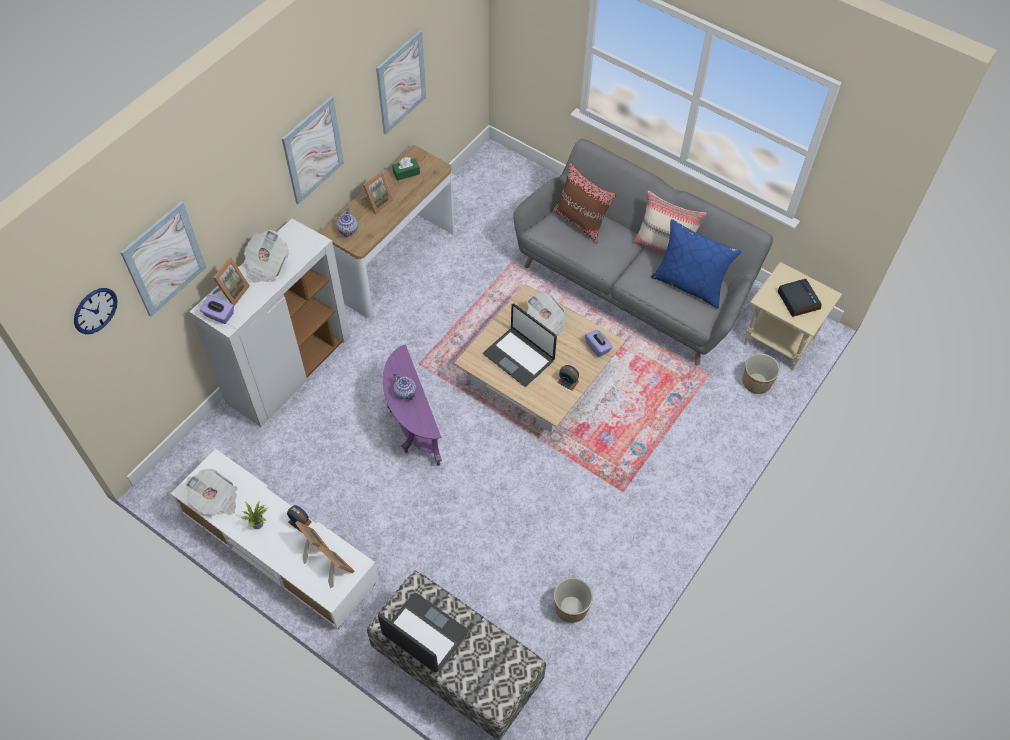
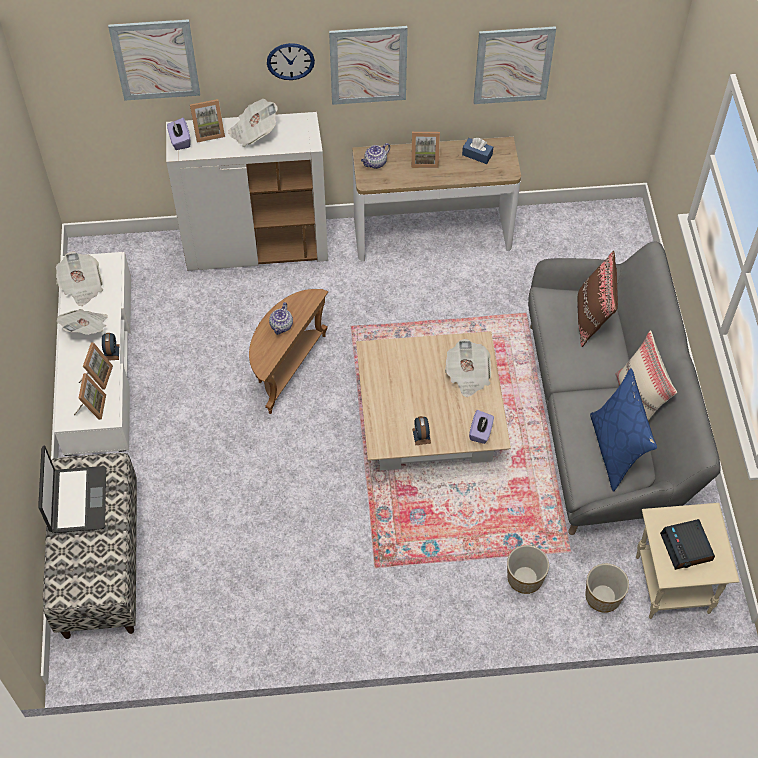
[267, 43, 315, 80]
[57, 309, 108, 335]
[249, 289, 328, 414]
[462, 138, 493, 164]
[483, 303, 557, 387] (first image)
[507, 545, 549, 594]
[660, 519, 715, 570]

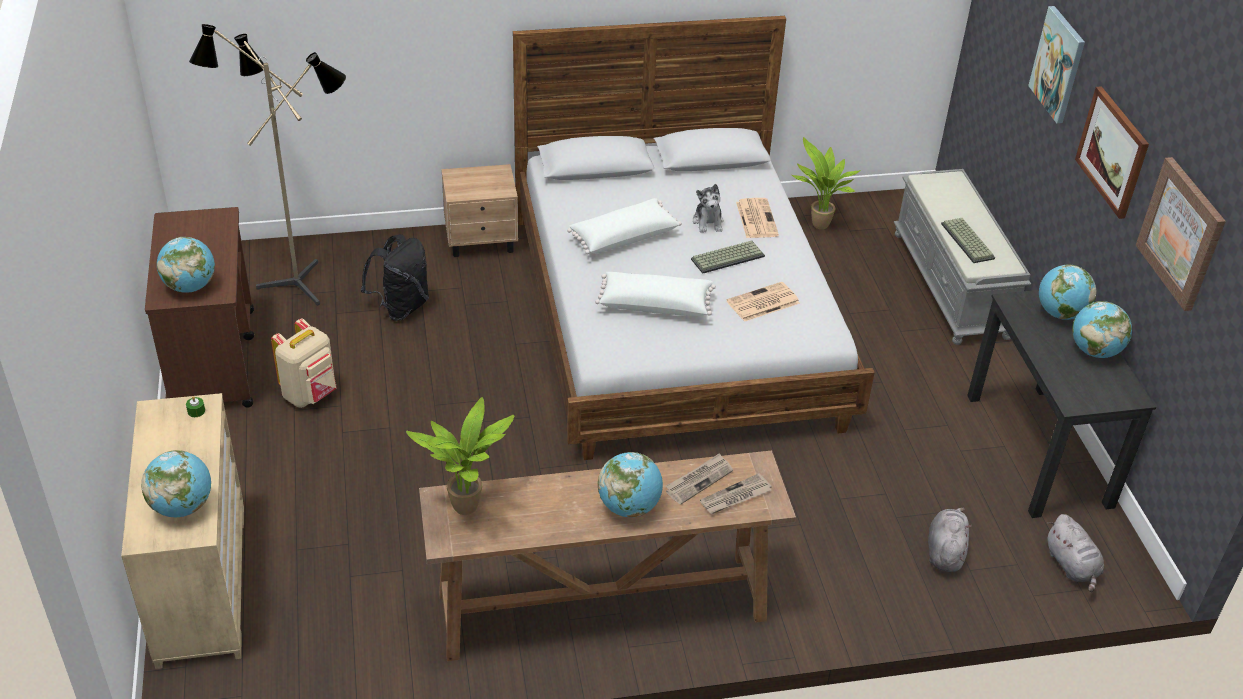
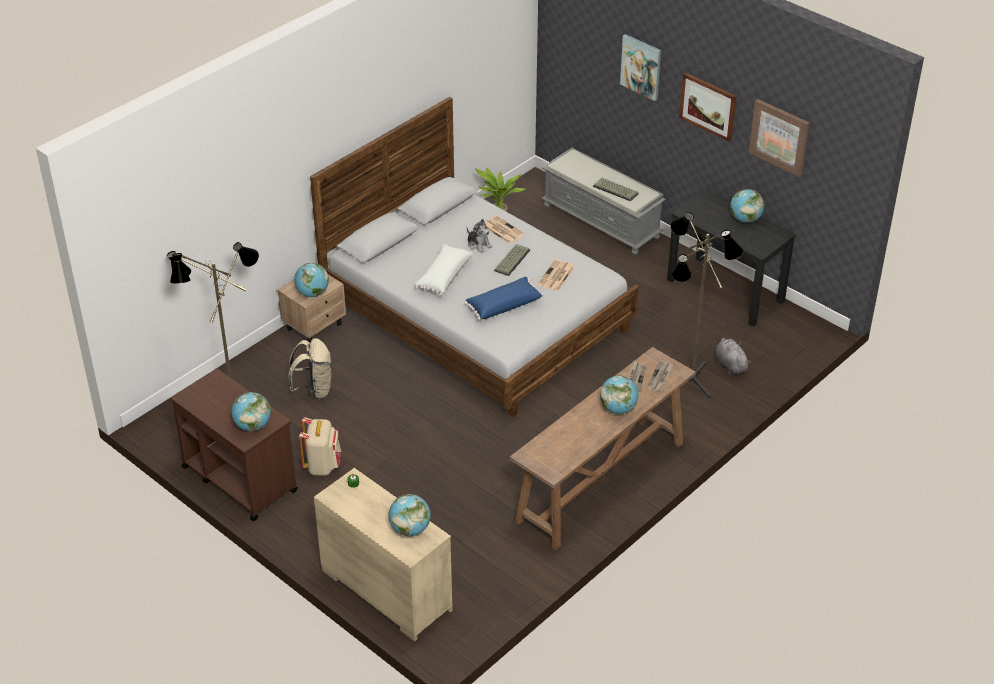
[289, 338, 332, 400]
[406, 397, 514, 515] (first image)
[464, 277, 544, 320]
[294, 263, 329, 297]
[1047, 514, 1104, 592] (first image)
[670, 212, 744, 398]

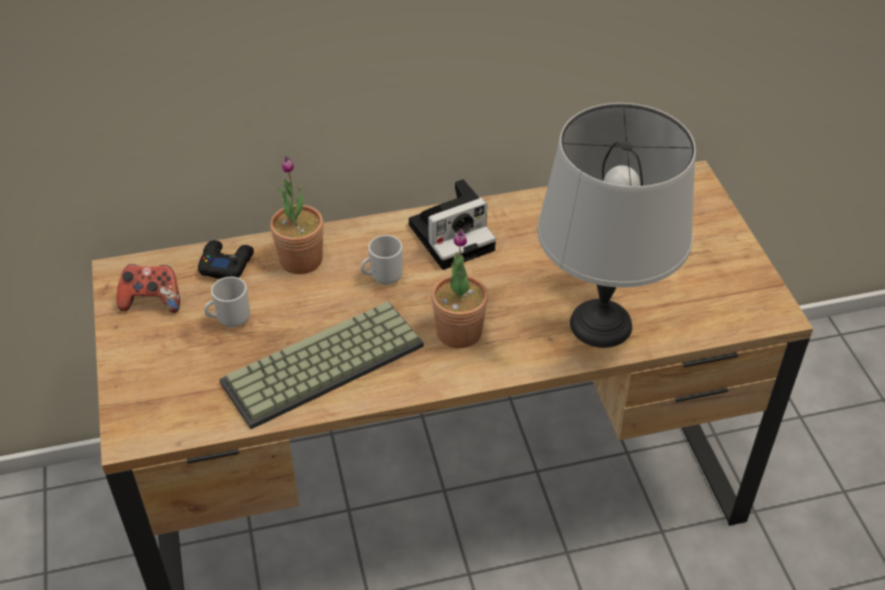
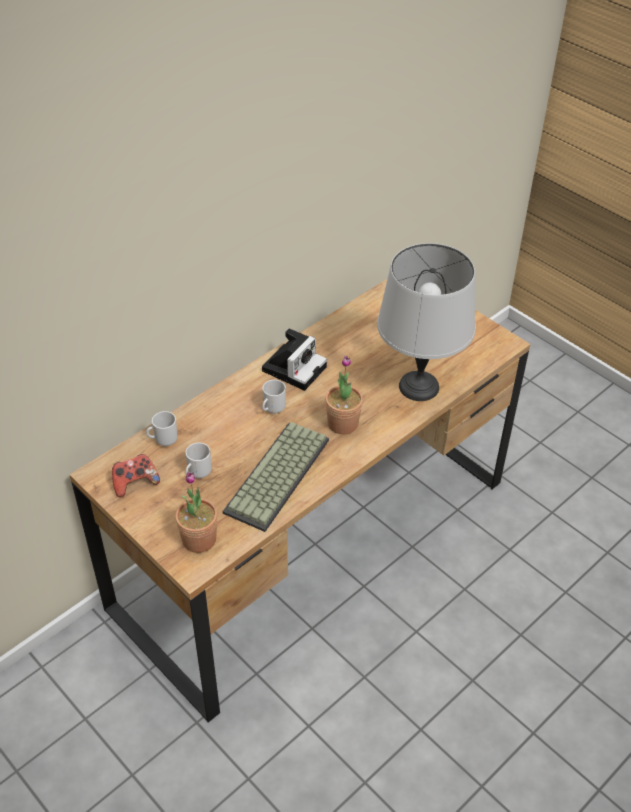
[146, 411, 178, 446]
[175, 472, 218, 553]

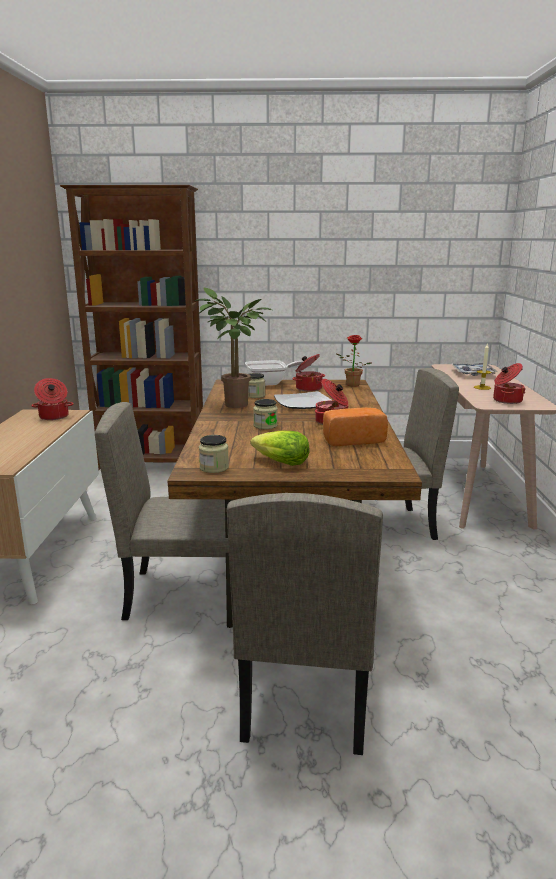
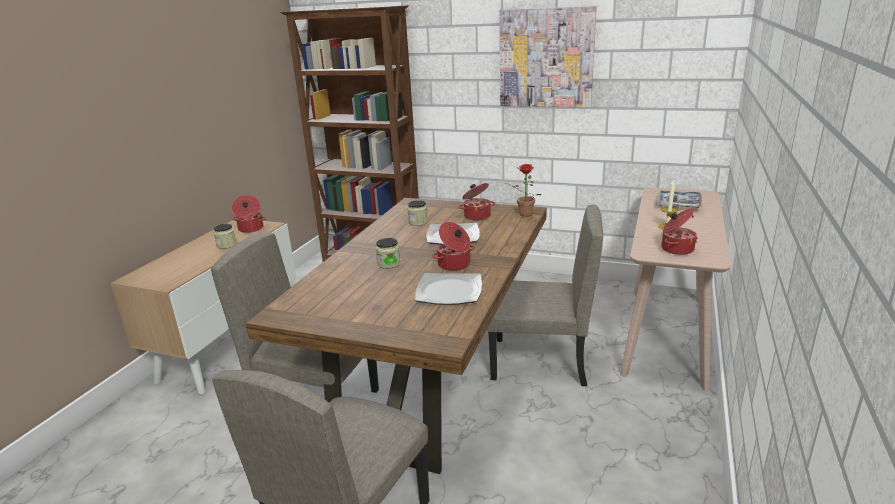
[194, 288, 272, 408] (first image)
[214, 224, 236, 249]
[245, 360, 312, 386] (first image)
[250, 431, 309, 466] (first image)
[415, 273, 482, 305]
[499, 6, 597, 107]

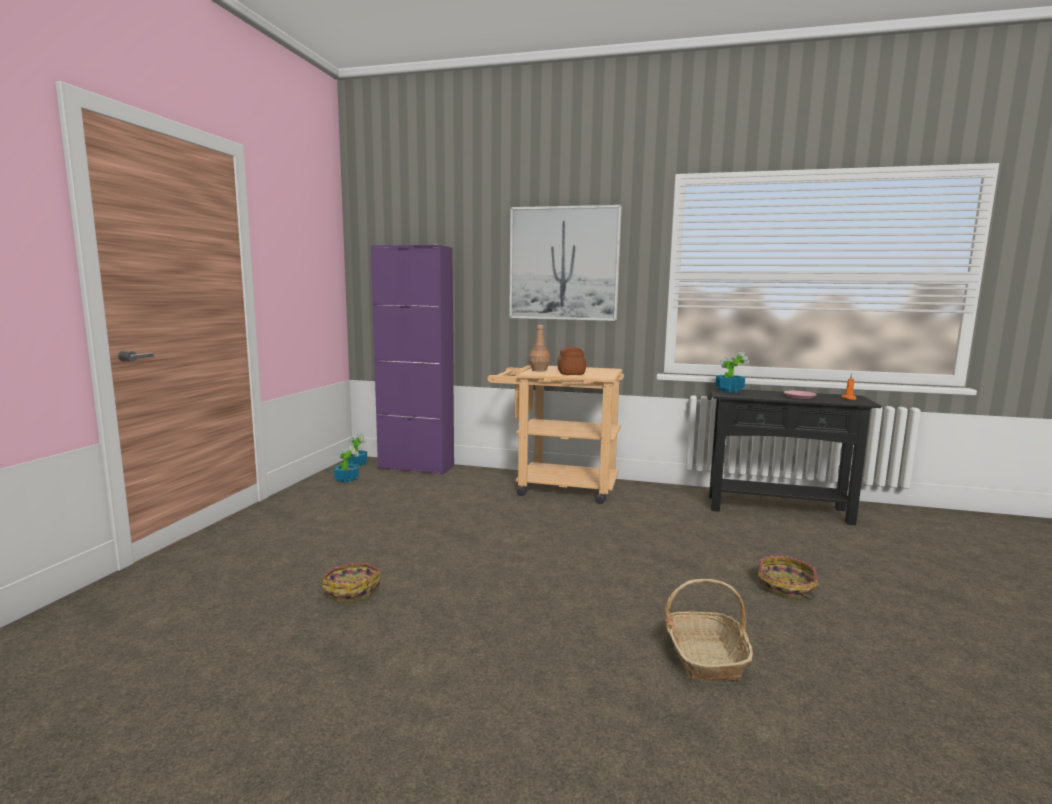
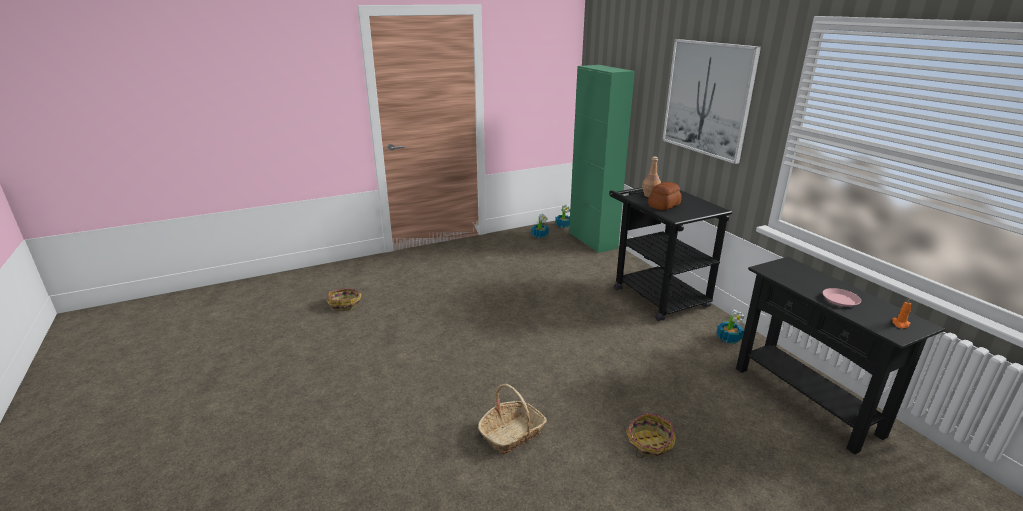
[327, 288, 361, 311]
[569, 65, 635, 253]
[609, 187, 732, 321]
[716, 310, 744, 344]

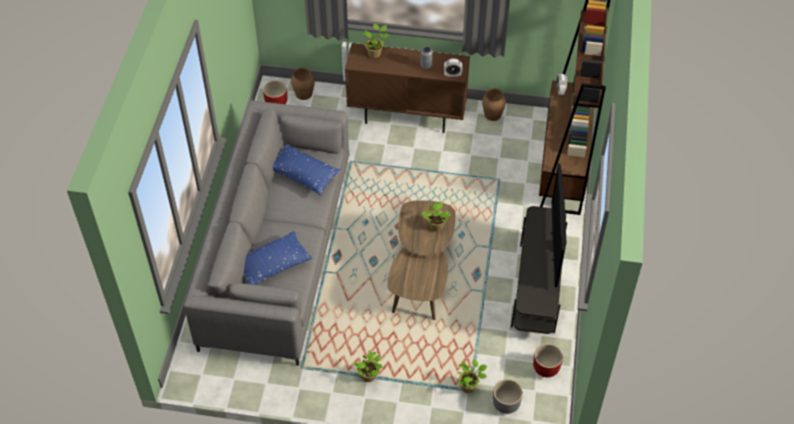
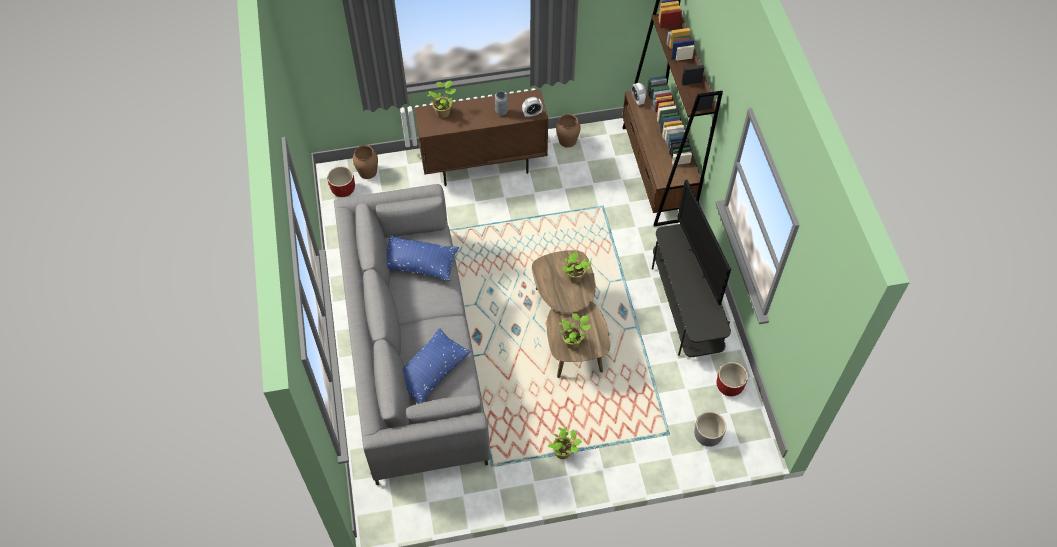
[559, 313, 591, 349]

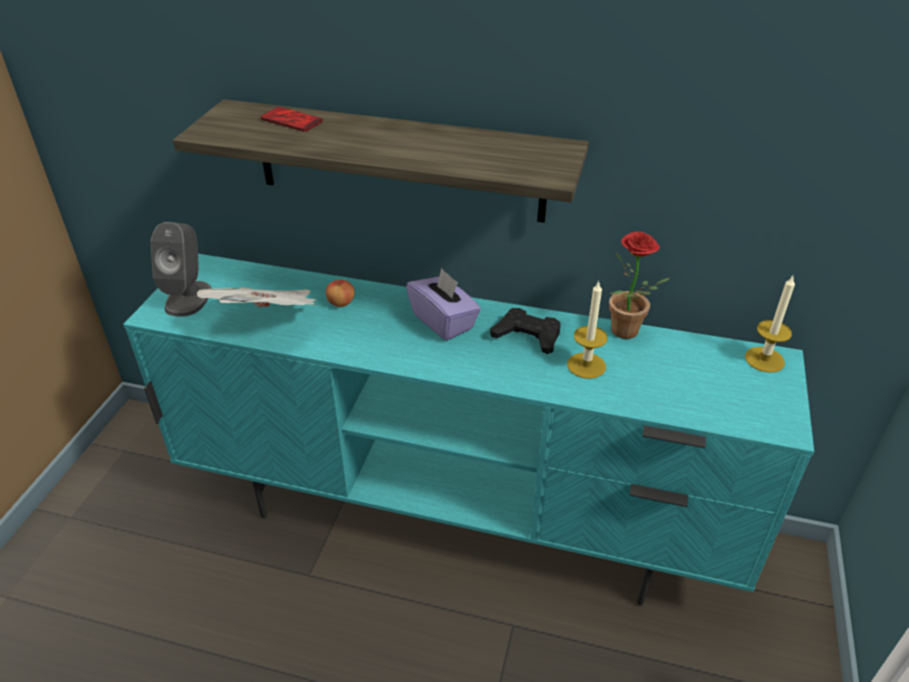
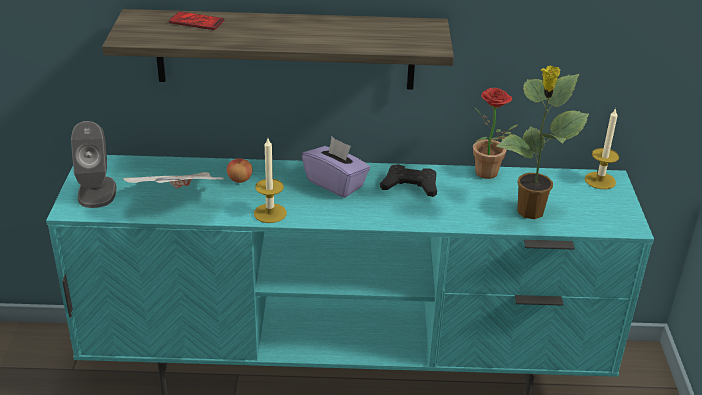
[254, 138, 287, 223]
[496, 66, 589, 219]

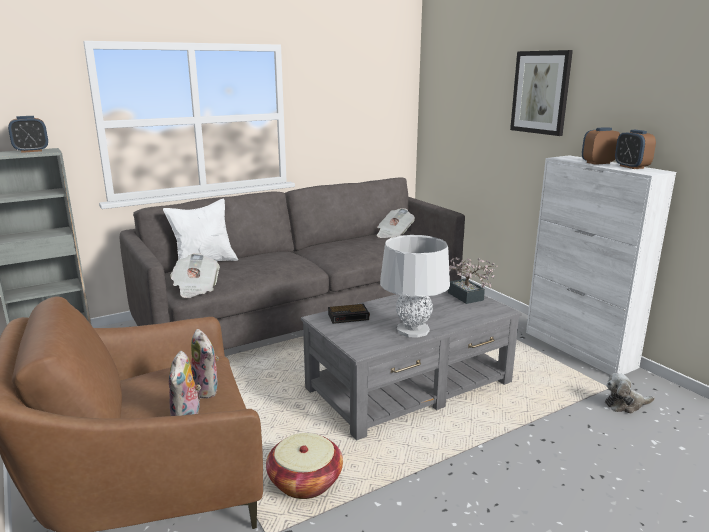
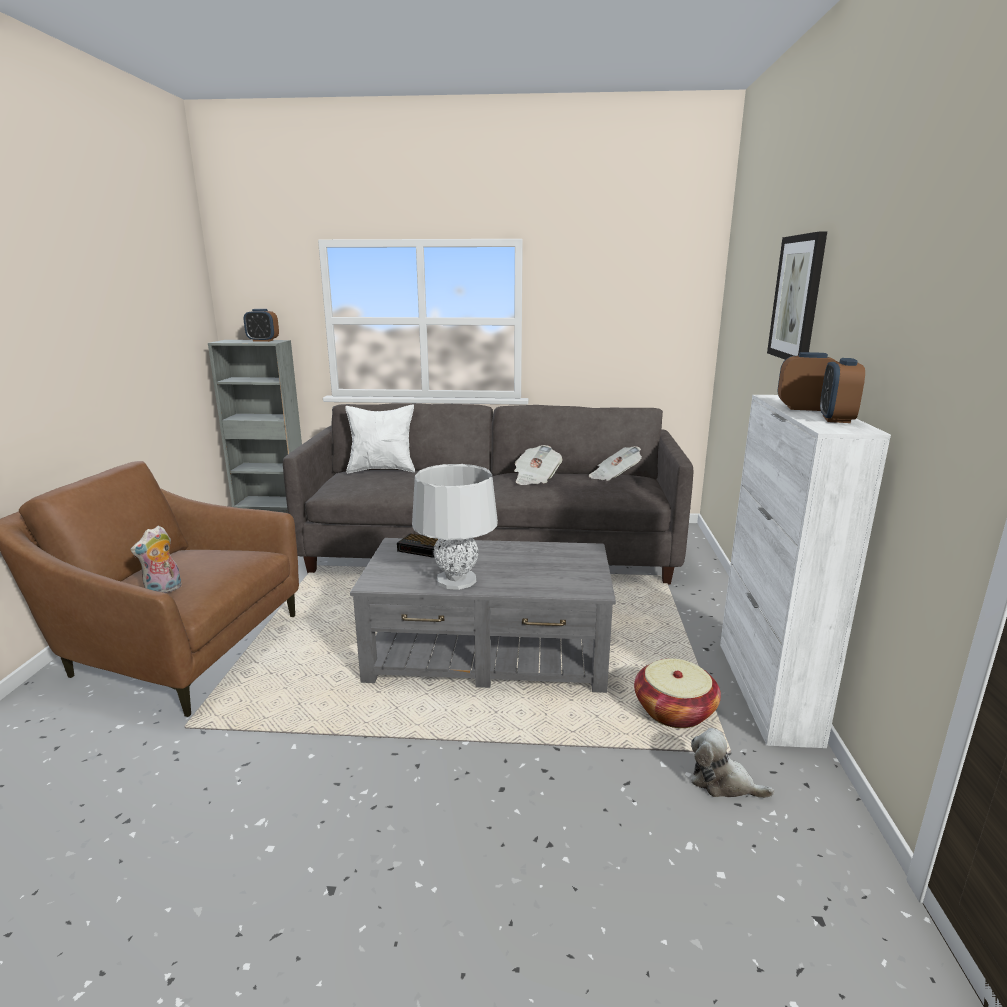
[514, 445, 562, 485]
[191, 329, 219, 399] (first image)
[634, 658, 721, 728]
[448, 257, 498, 304] (first image)

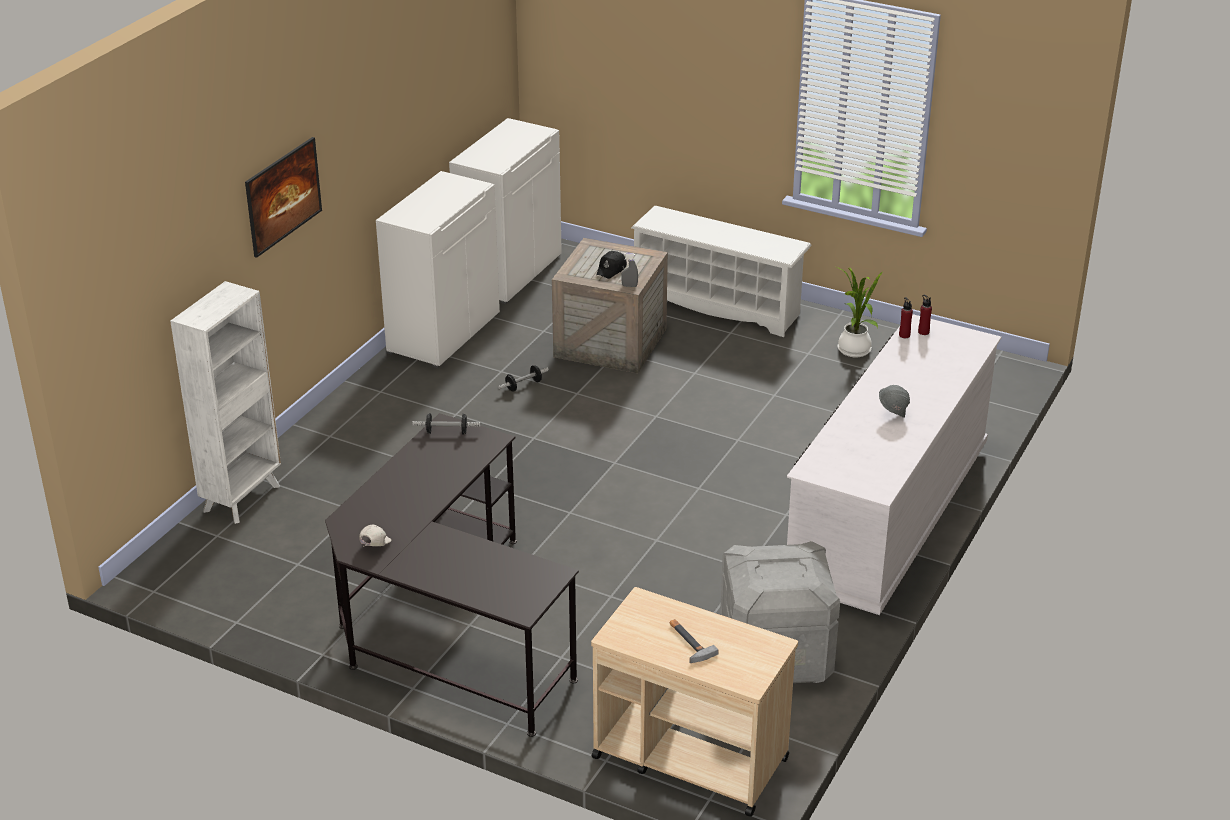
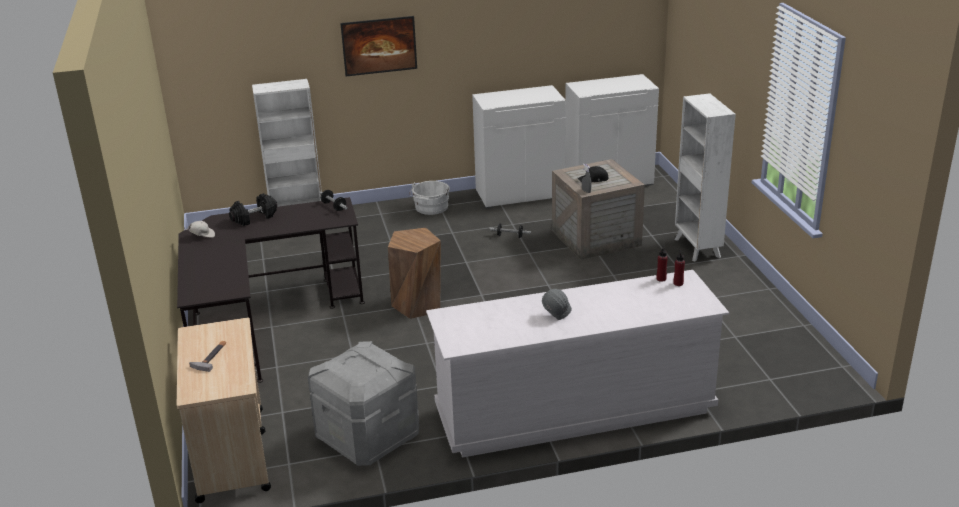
[674, 93, 736, 261]
[837, 267, 882, 358] (first image)
[229, 193, 277, 226]
[388, 228, 441, 319]
[409, 181, 450, 215]

